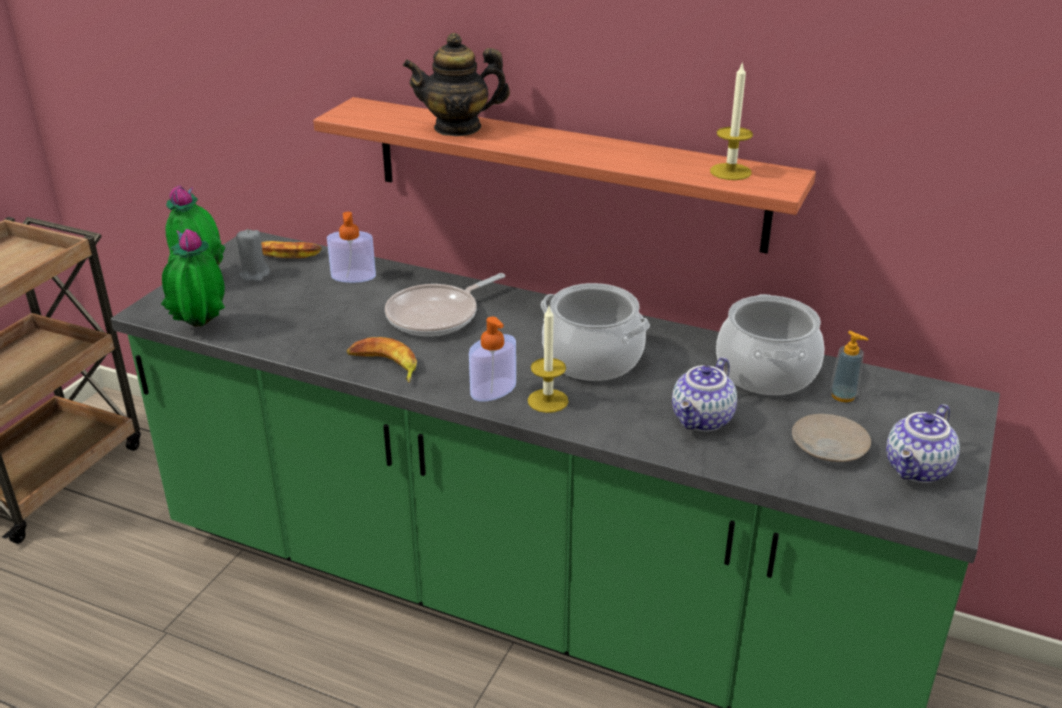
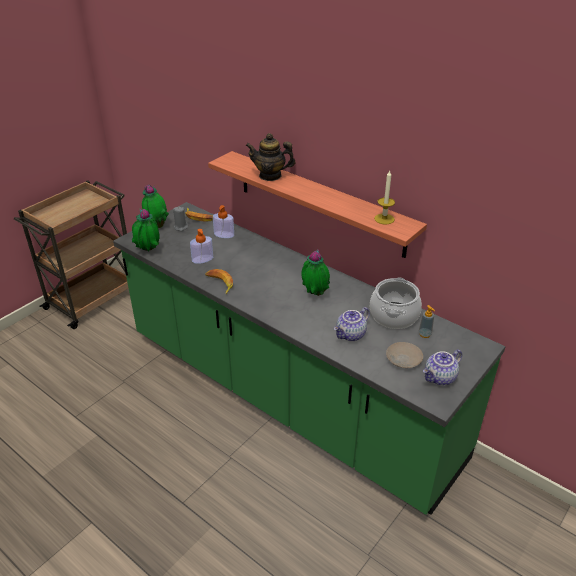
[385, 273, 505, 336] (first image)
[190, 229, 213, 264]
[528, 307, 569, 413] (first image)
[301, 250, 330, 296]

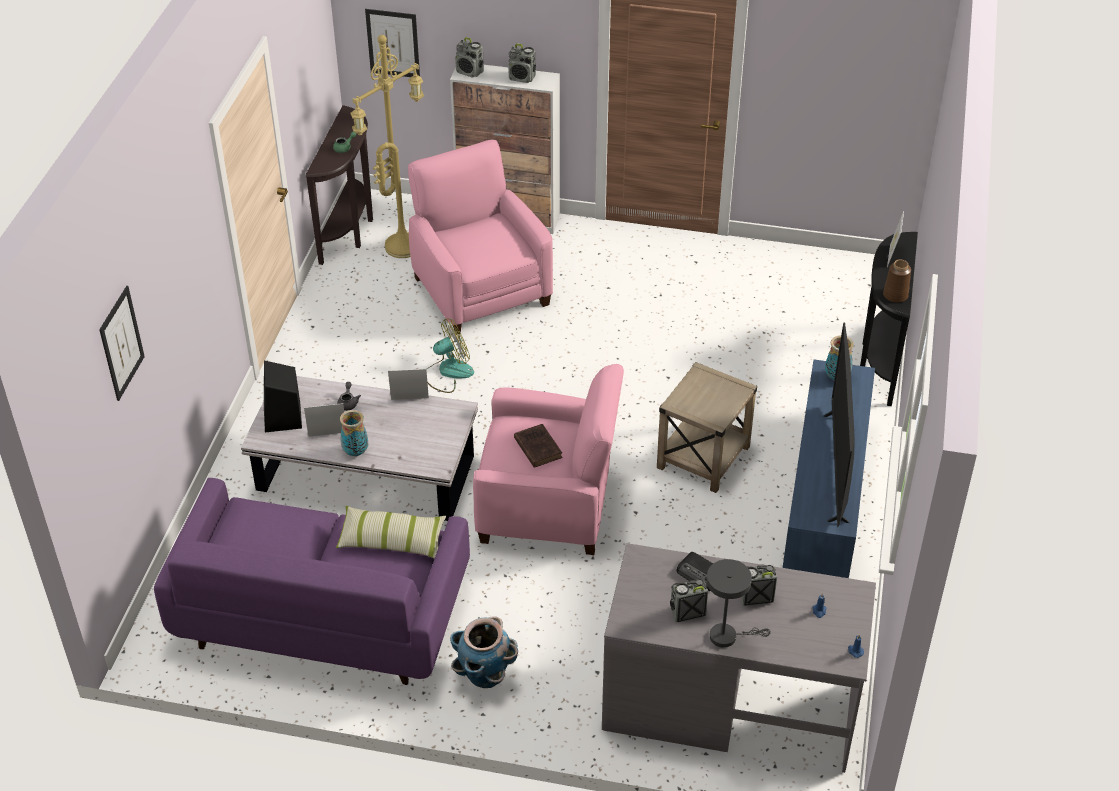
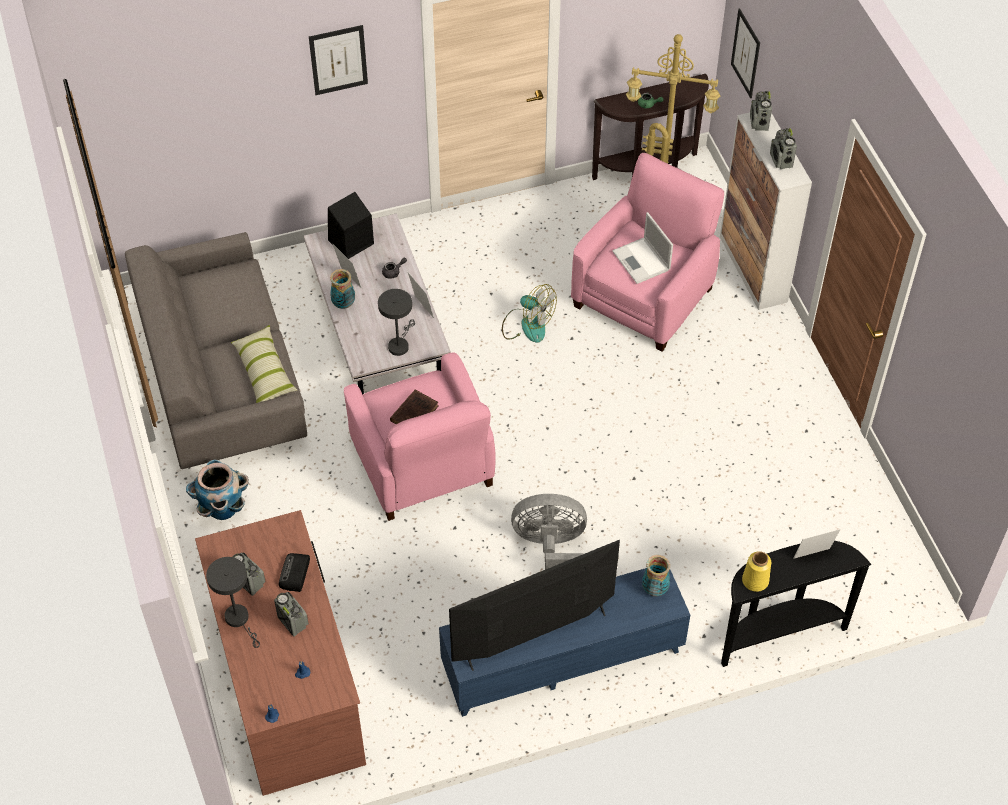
[309, 25, 368, 95]
[125, 232, 307, 469]
[195, 510, 366, 796]
[511, 494, 587, 570]
[742, 552, 771, 592]
[378, 289, 415, 356]
[612, 212, 673, 284]

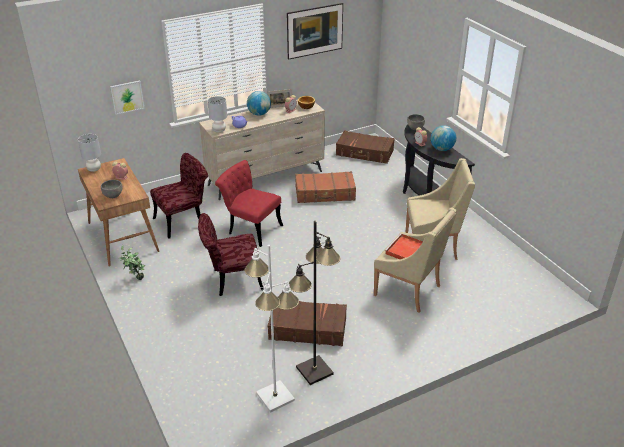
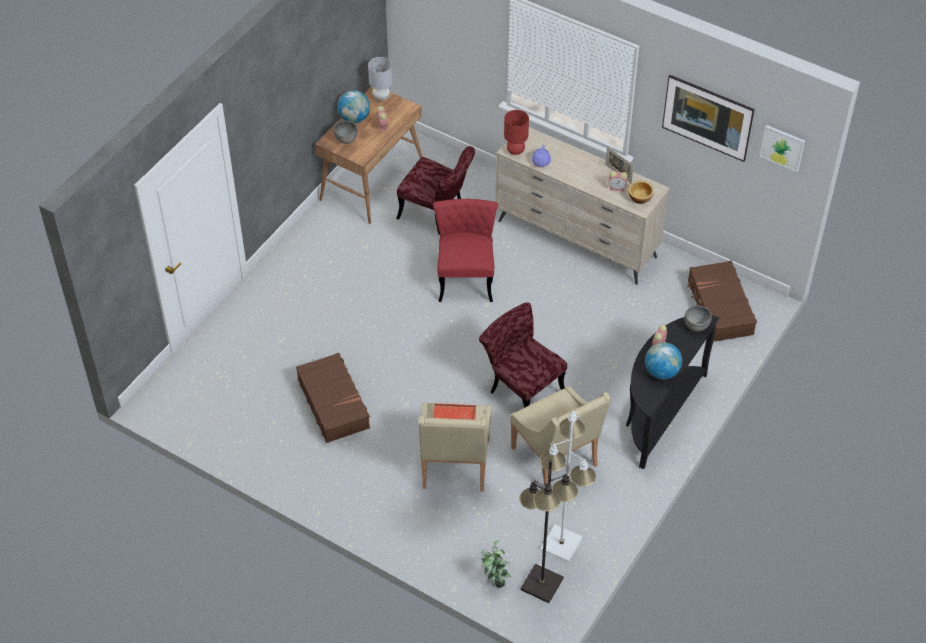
[760, 125, 805, 172]
[481, 539, 512, 588]
[479, 302, 567, 408]
[504, 110, 529, 155]
[540, 411, 596, 563]
[337, 90, 370, 123]
[520, 460, 578, 603]
[295, 171, 356, 203] (first image)

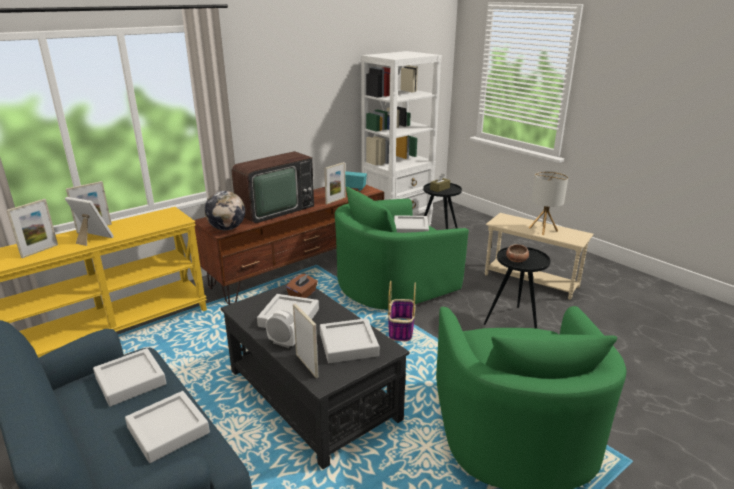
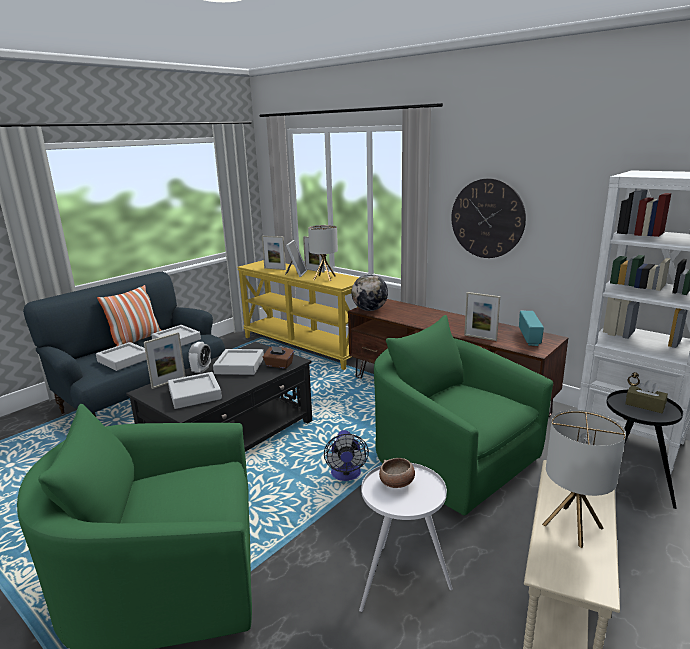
[232, 151, 314, 223] (first image)
[324, 430, 369, 481]
[394, 215, 429, 233] (first image)
[359, 463, 453, 612]
[97, 285, 162, 346]
[308, 225, 338, 281]
[451, 178, 526, 258]

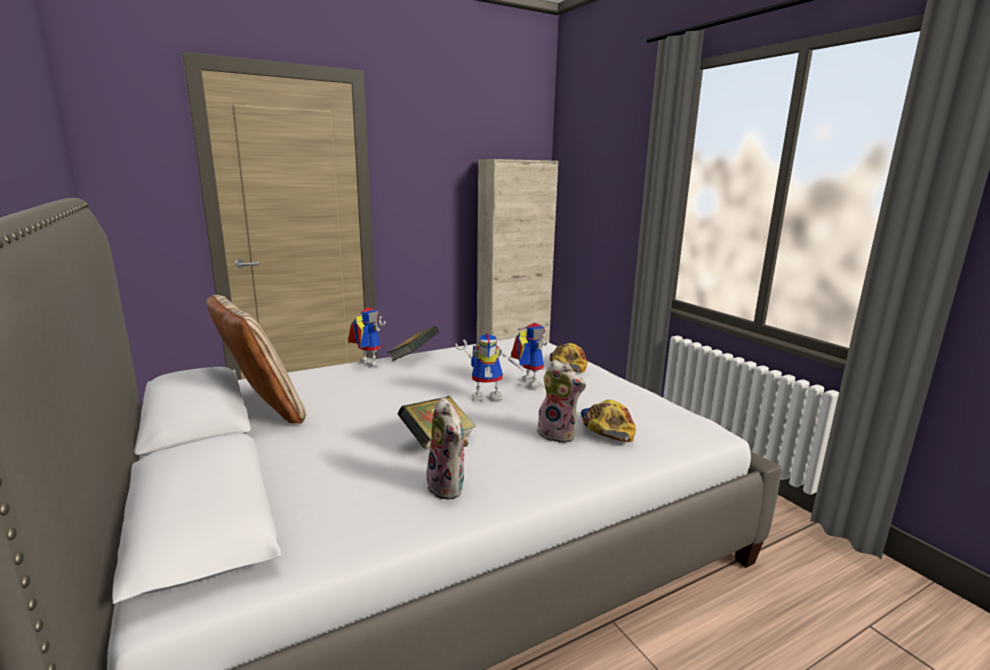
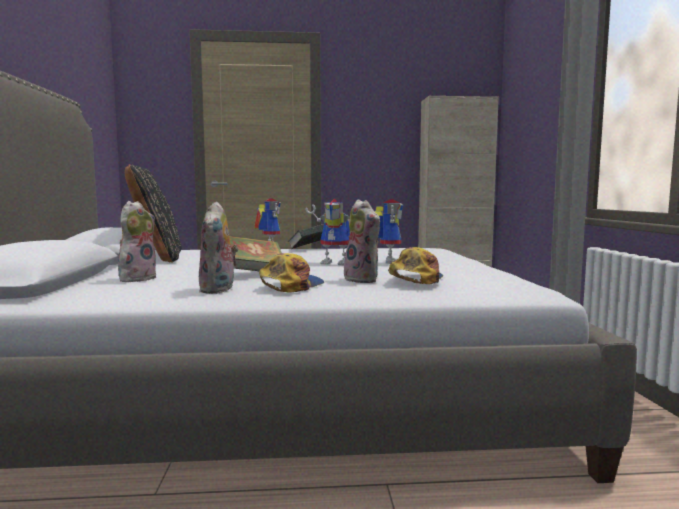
[125, 164, 182, 263]
[259, 253, 324, 292]
[118, 201, 156, 282]

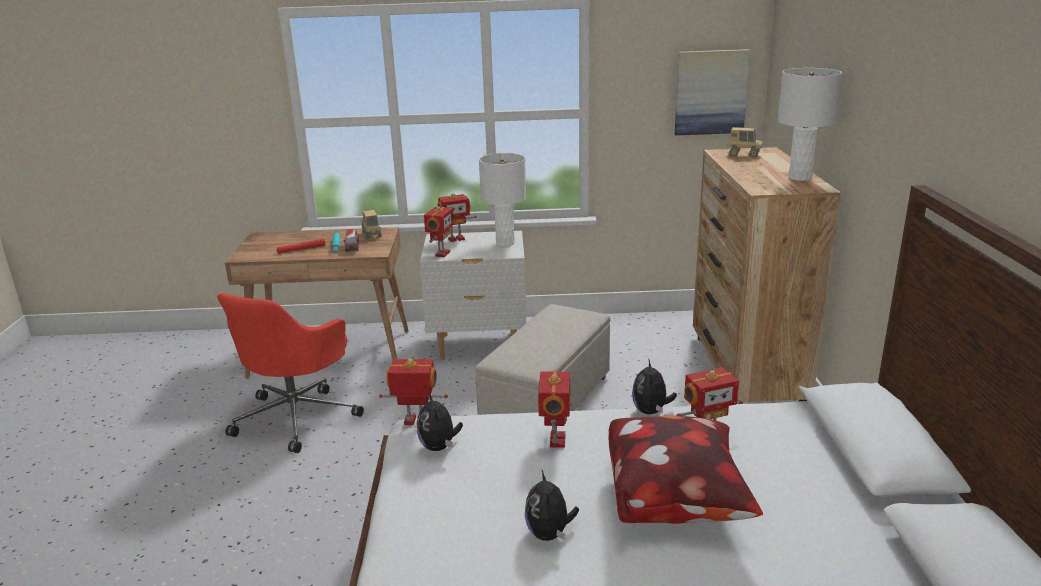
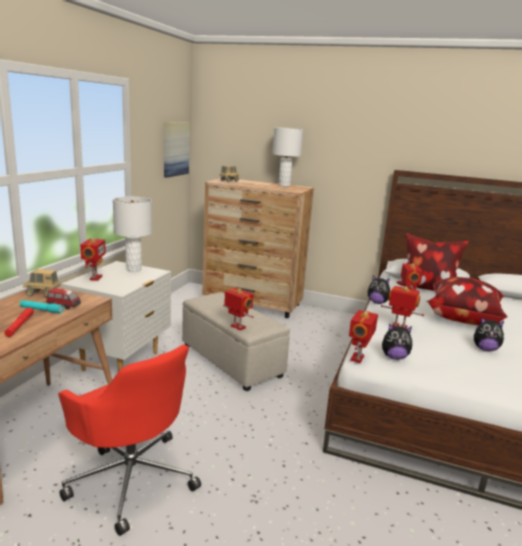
[223, 288, 254, 330]
[397, 233, 468, 291]

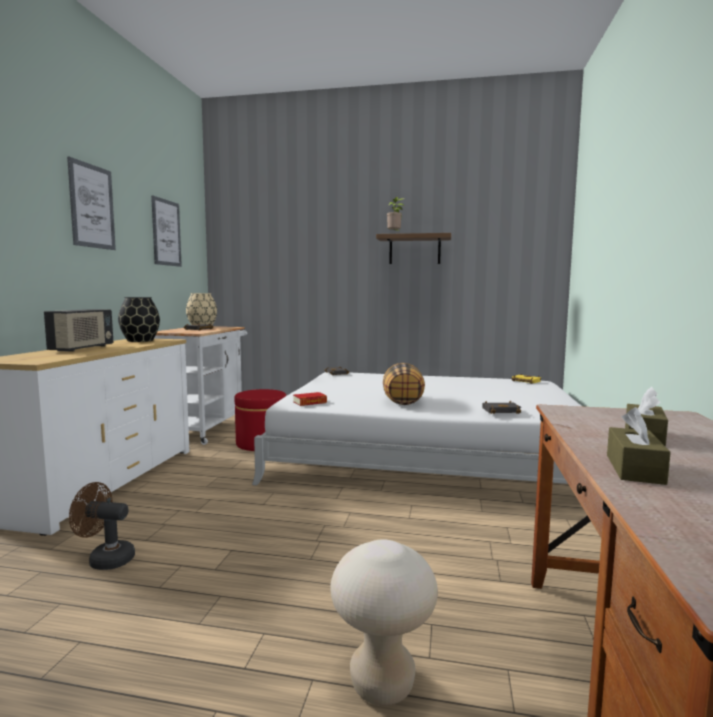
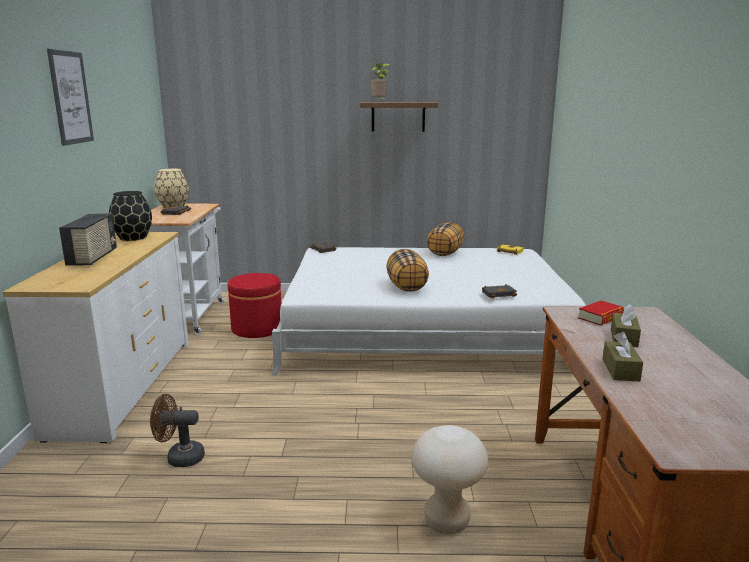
[151, 195, 182, 267] (first image)
[578, 301, 625, 326]
[427, 222, 464, 256]

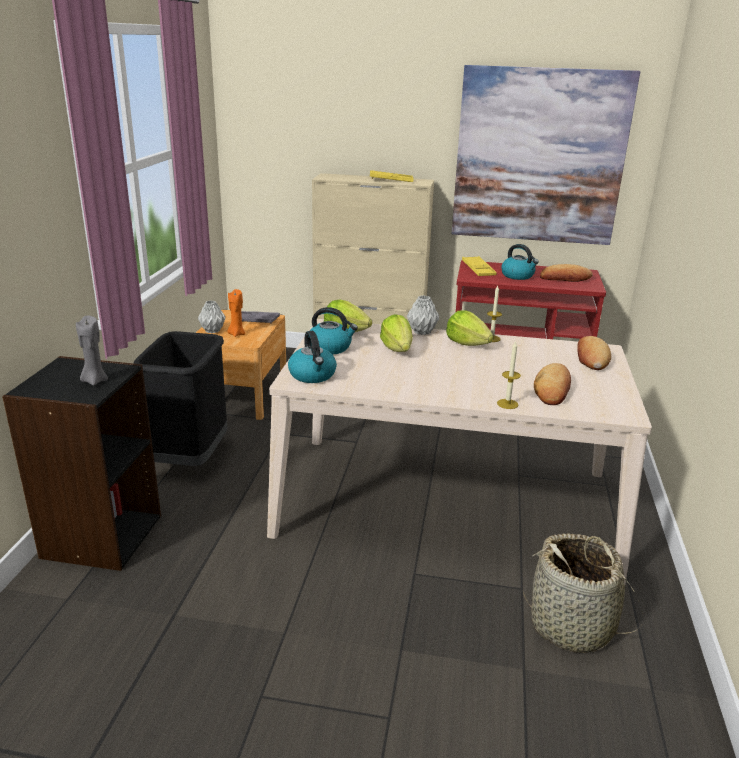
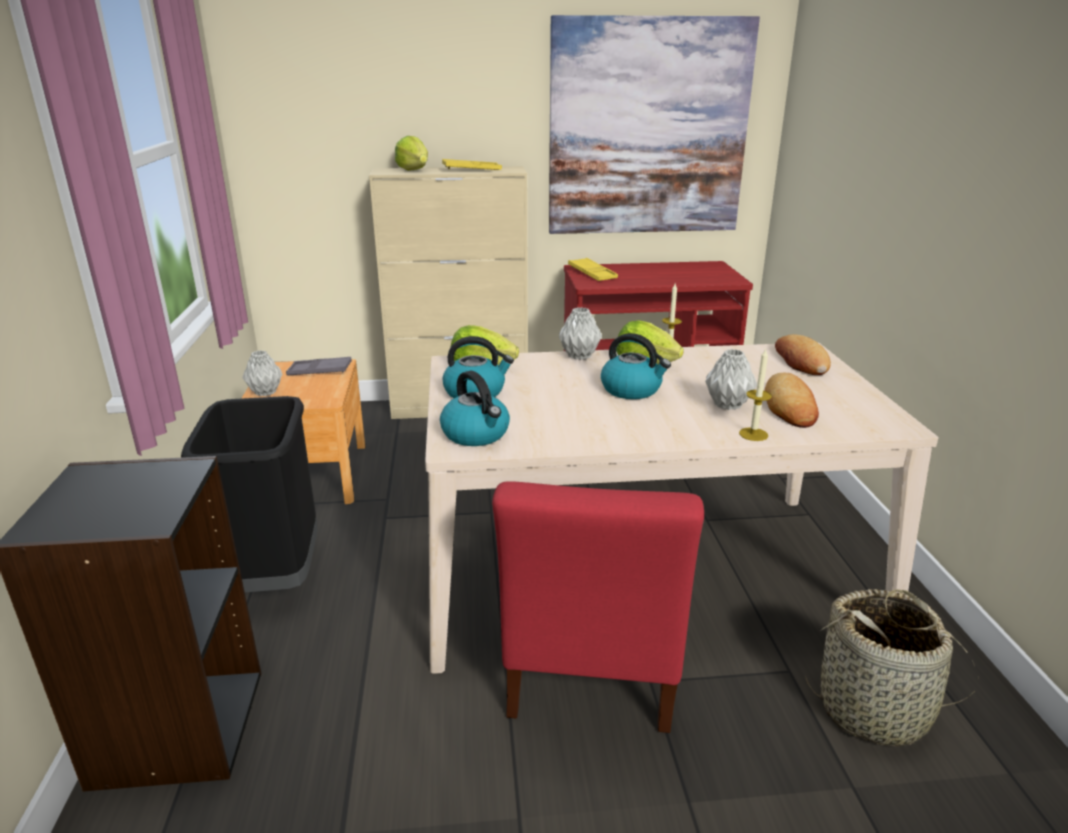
[76, 316, 108, 386] (first image)
[227, 289, 245, 337] (first image)
[395, 136, 428, 171]
[601, 333, 671, 399]
[540, 264, 593, 282] (first image)
[492, 481, 704, 733]
[705, 349, 757, 410]

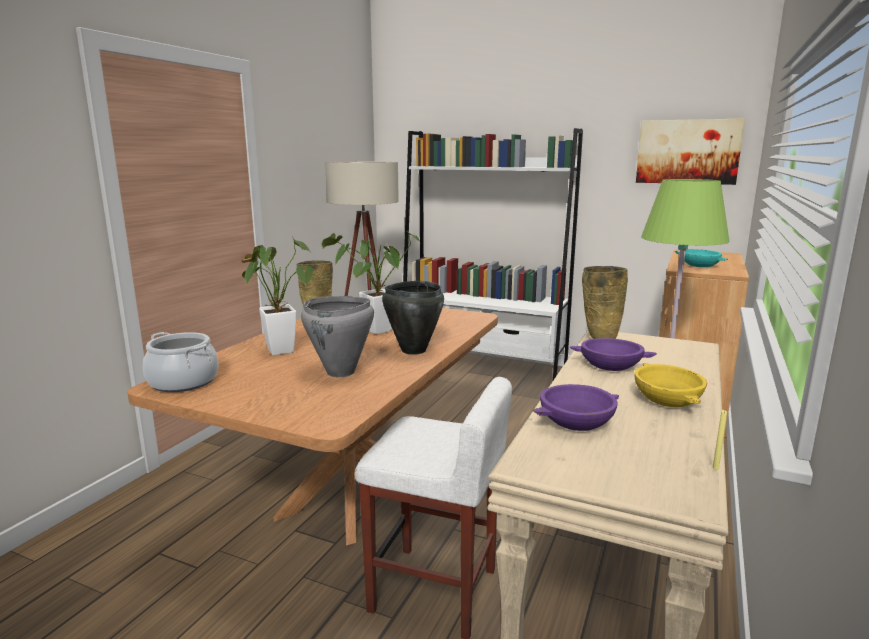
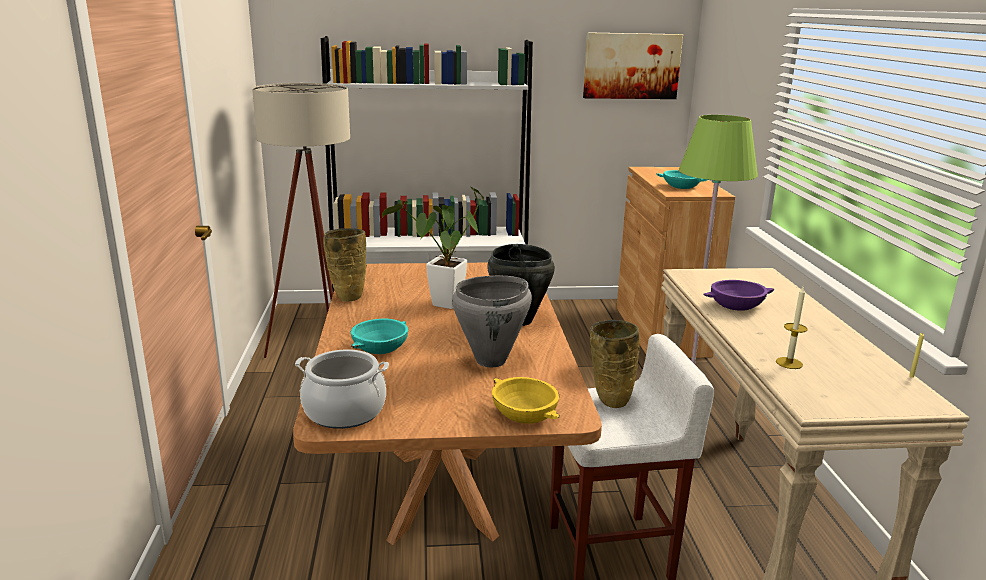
[351, 318, 408, 354]
[776, 287, 808, 369]
[590, 320, 640, 408]
[492, 377, 560, 424]

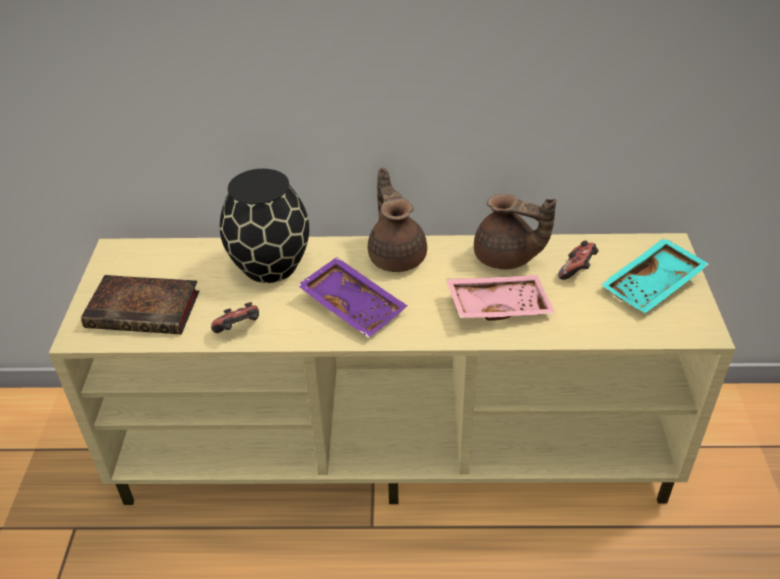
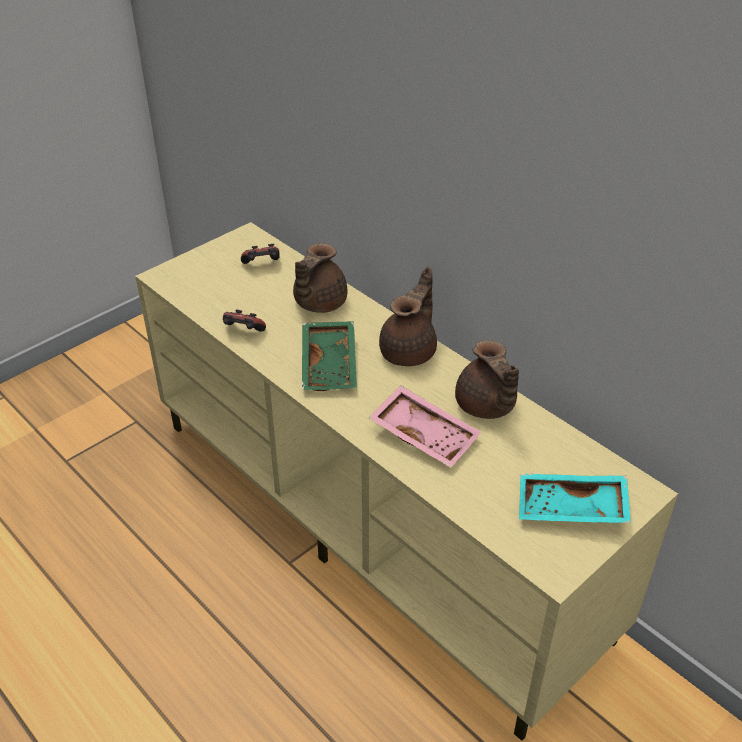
[81, 275, 199, 334] (first image)
[293, 243, 347, 313]
[302, 321, 357, 391]
[241, 244, 280, 264]

